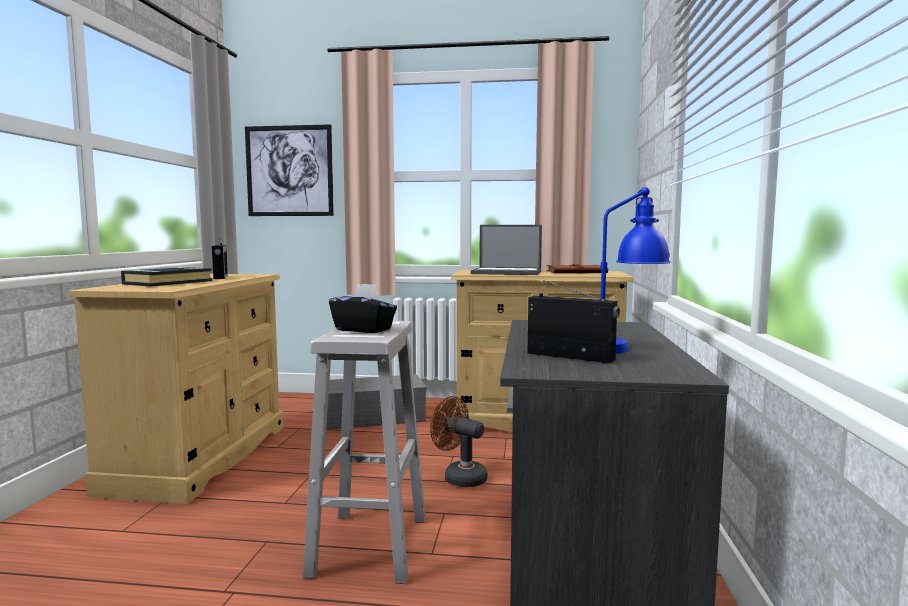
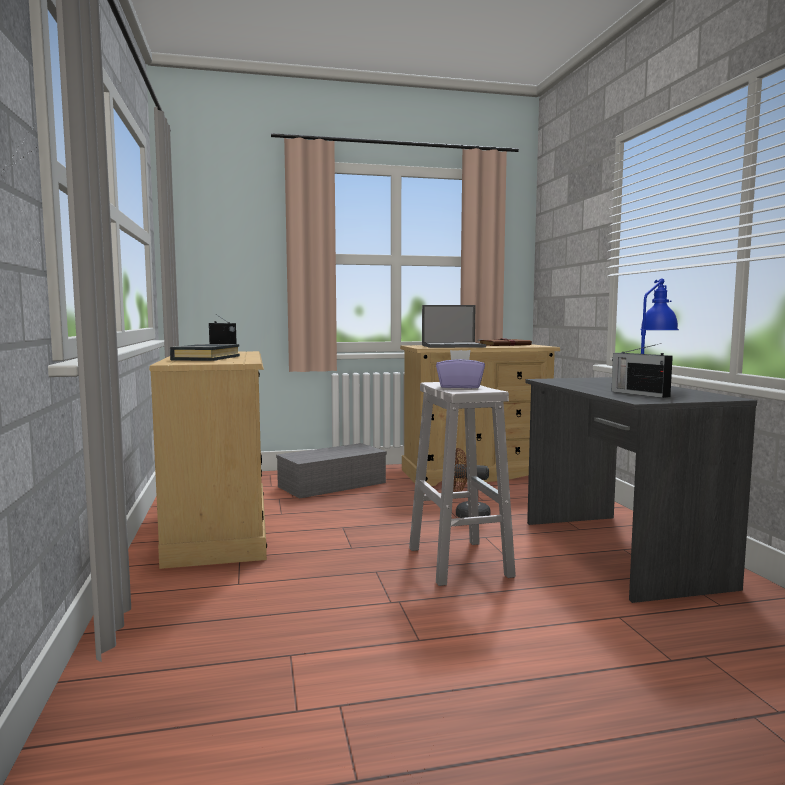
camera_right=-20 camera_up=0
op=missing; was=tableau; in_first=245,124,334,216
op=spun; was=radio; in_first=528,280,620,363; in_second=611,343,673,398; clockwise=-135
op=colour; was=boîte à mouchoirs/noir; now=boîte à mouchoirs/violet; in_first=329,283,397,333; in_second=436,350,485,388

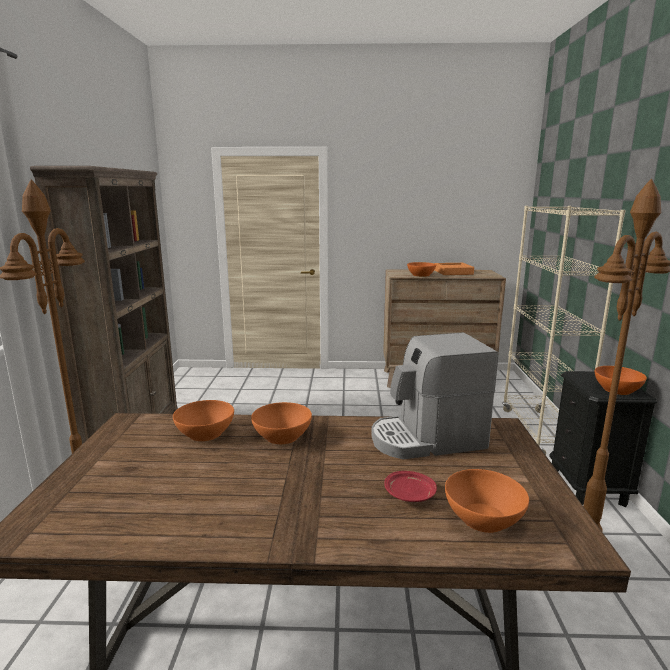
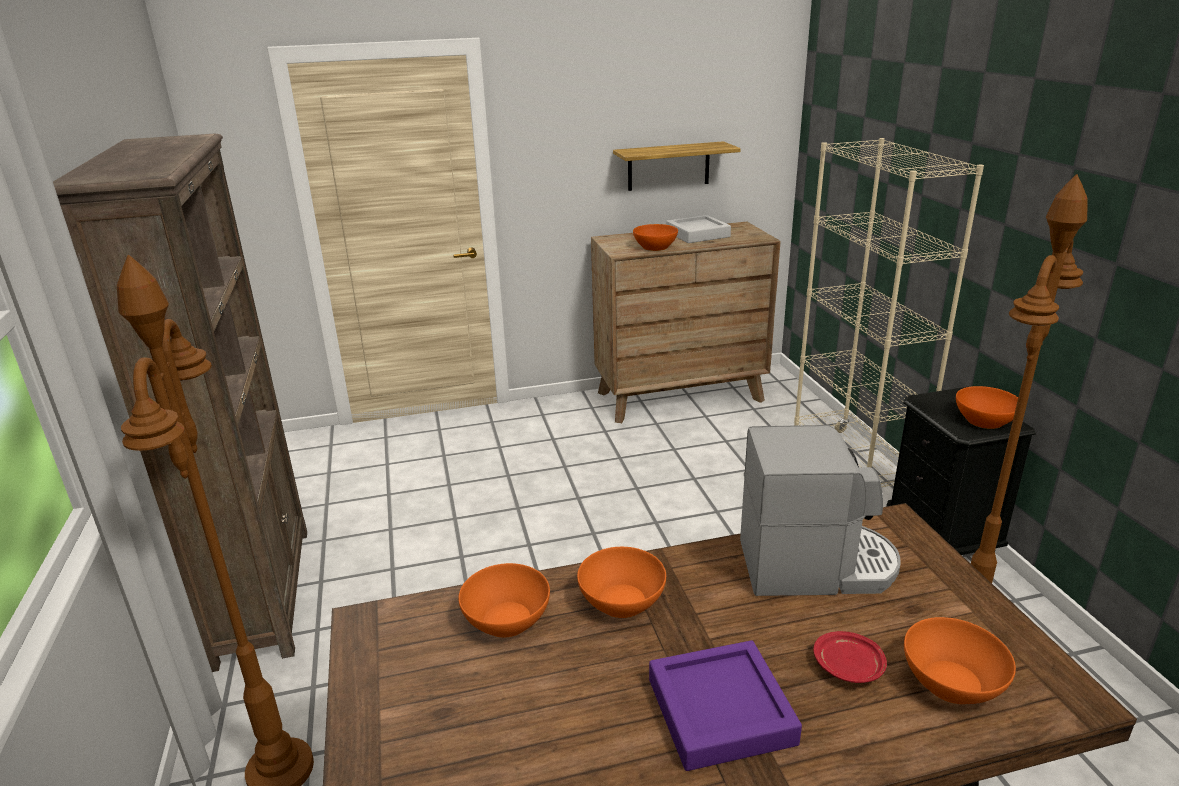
camera_right=-15 camera_up=10
op=colour; was=plateau/orange; now=plateau/gris; in_first=434,263,474,275; in_second=666,215,731,243
op=spun; was=machine à café; in_first=371,332,498,459; in_second=740,425,901,596; clockwise=-150
op=appeared; now=étagère; in_second=613,141,741,191
op=appeared; now=plateau/violet; in_second=649,640,802,771

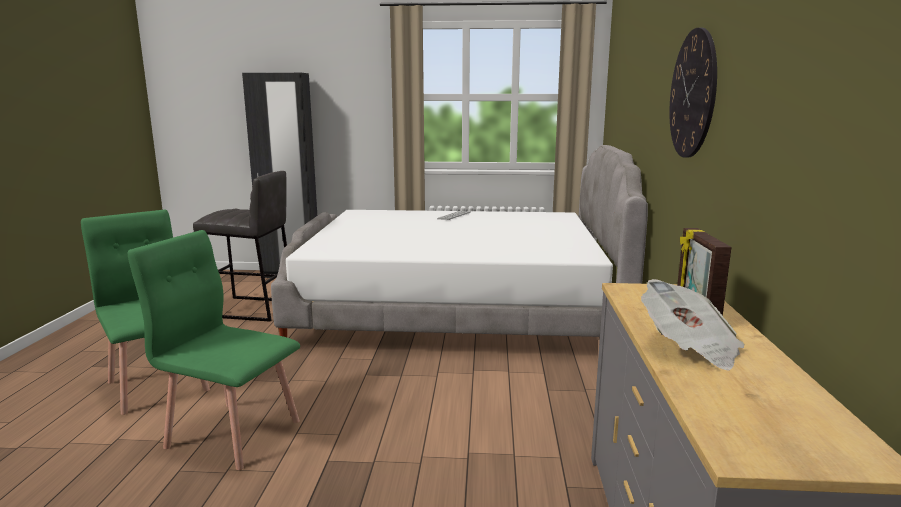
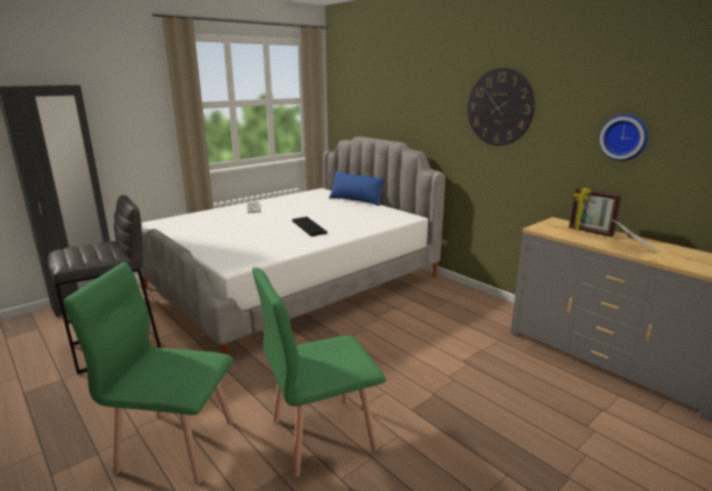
camera_right=-45 camera_up=5
op=appeared; now=horloge murale; in_second=599,114,648,161
op=appeared; now=coussin/bleu; in_second=329,170,385,206
op=appeared; now=clavier; in_second=292,216,327,237

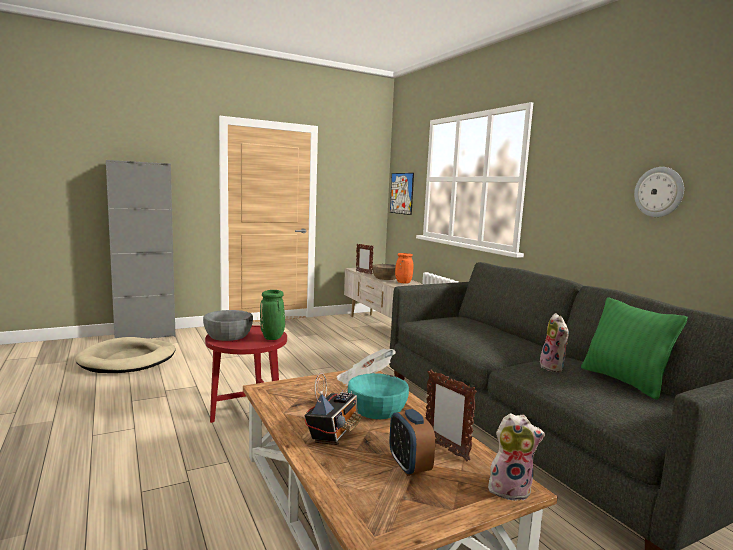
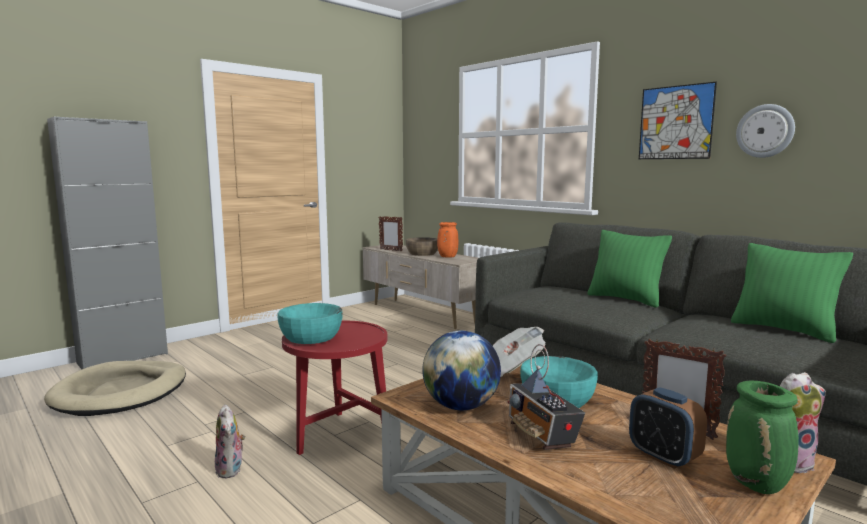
camera_right=-15 camera_up=0
op=relocated; was=tableau; in_first=390,173,414,215; in_second=639,82,717,159
op=relocated; was=vase/vert; in_first=260,290,285,340; in_second=726,381,799,494
op=colour; was=bol/gris; now=bol/turquoise; in_first=203,310,253,341; in_second=277,303,343,344
op=relocated; was=peluche; in_first=540,313,569,372; in_second=215,404,245,479
op=spun; was=radio; in_first=304,373,362,445; in_second=508,344,585,450; clockwise=150
op=appeared; now=coussin/vert; in_second=587,230,672,308
op=appeared; now=globe; in_second=422,331,501,410

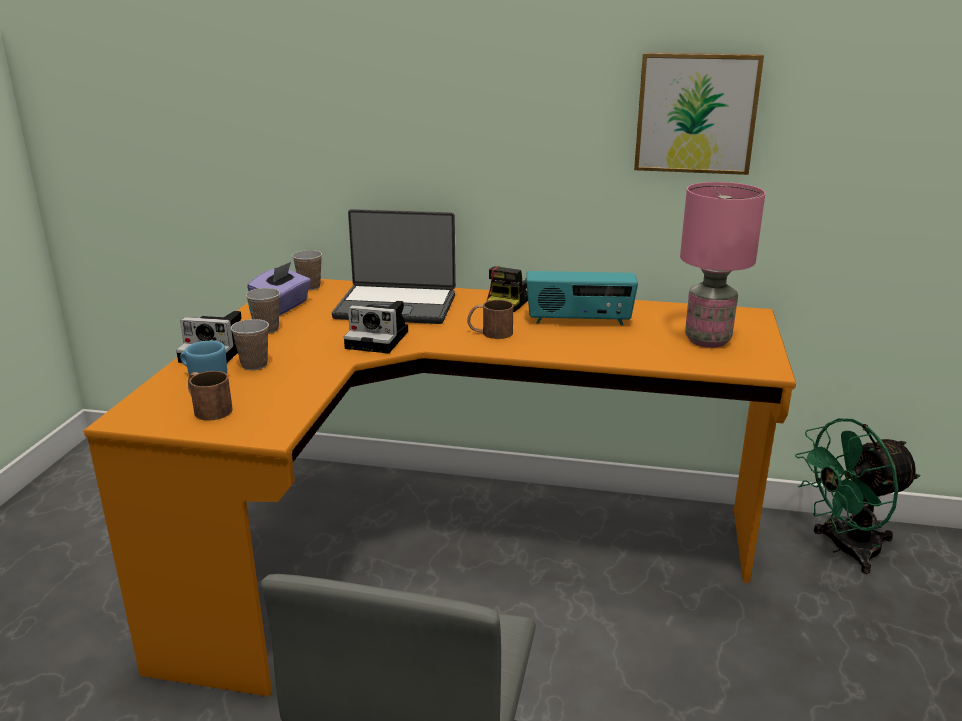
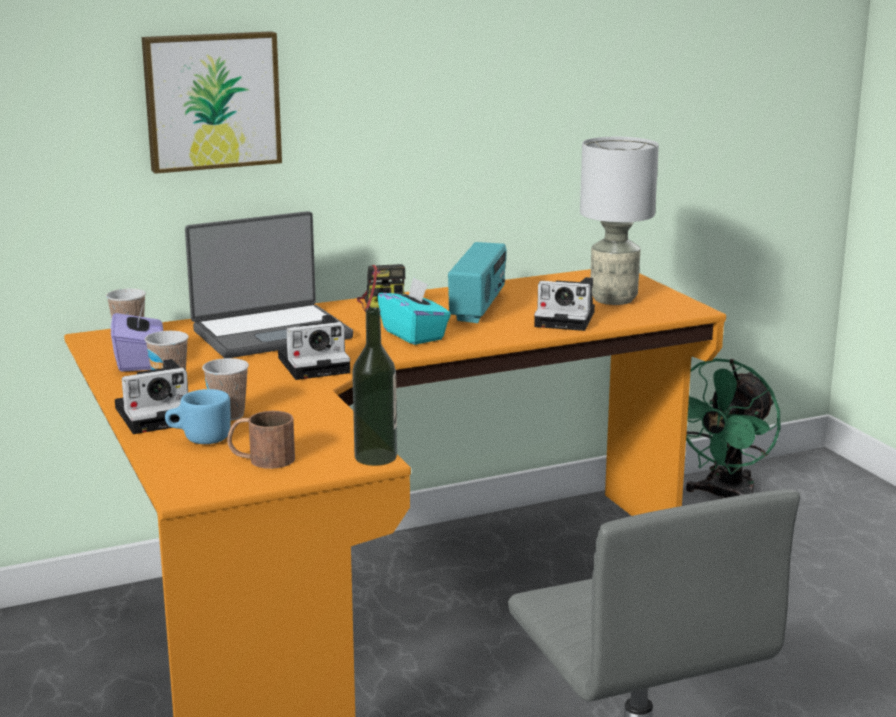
camera_right=-35 camera_up=-5
op=relocated; was=tableau; in_first=634,52,764,175; in_second=142,31,282,174
op=colour; was=lampe de table/rose; now=lampe de table/gris; in_first=680,182,765,348; in_second=580,137,659,305
op=spun; was=radio; in_first=526,271,638,325; in_second=448,242,507,323; clockwise=-45
op=exchanged; was=mug/marron; now=boîte à mouchoirs/turquoise; in_first=467,300,513,339; in_second=377,277,451,345
op=appeared; now=appareil photo; in_second=534,277,595,331
op=appeared; now=bouteille; in_second=352,307,397,466

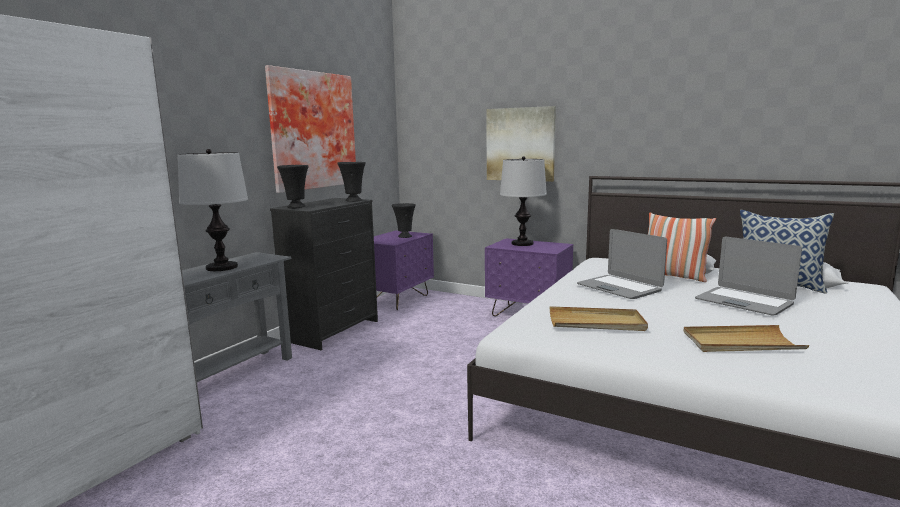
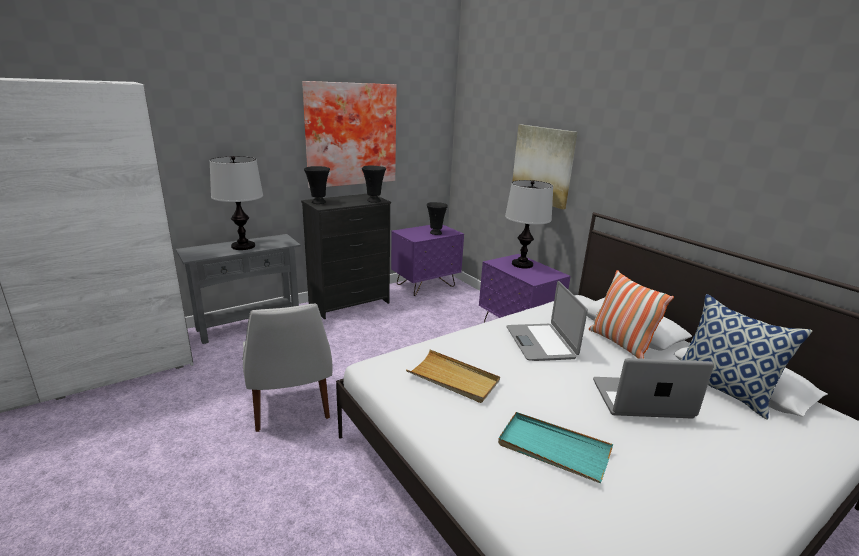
camera_right=25 camera_up=10
op=spun; was=ordinateur portable; in_first=695,237,802,316; in_second=593,358,714,418; clockwise=105
op=colour; was=plateau/beige; now=plateau/turquoise; in_first=684,325,810,352; in_second=498,412,613,484
op=appeared; now=chaise/blanc; in_second=242,304,333,432

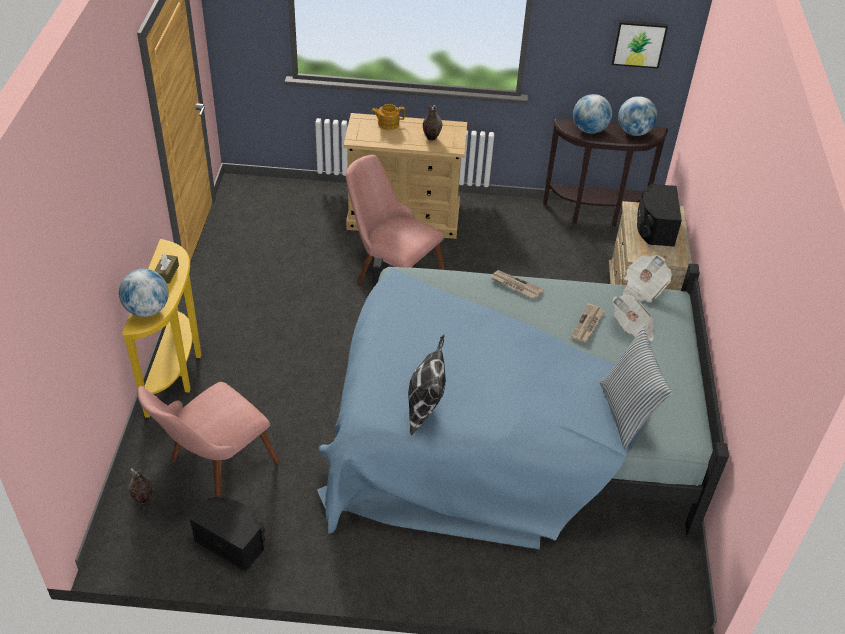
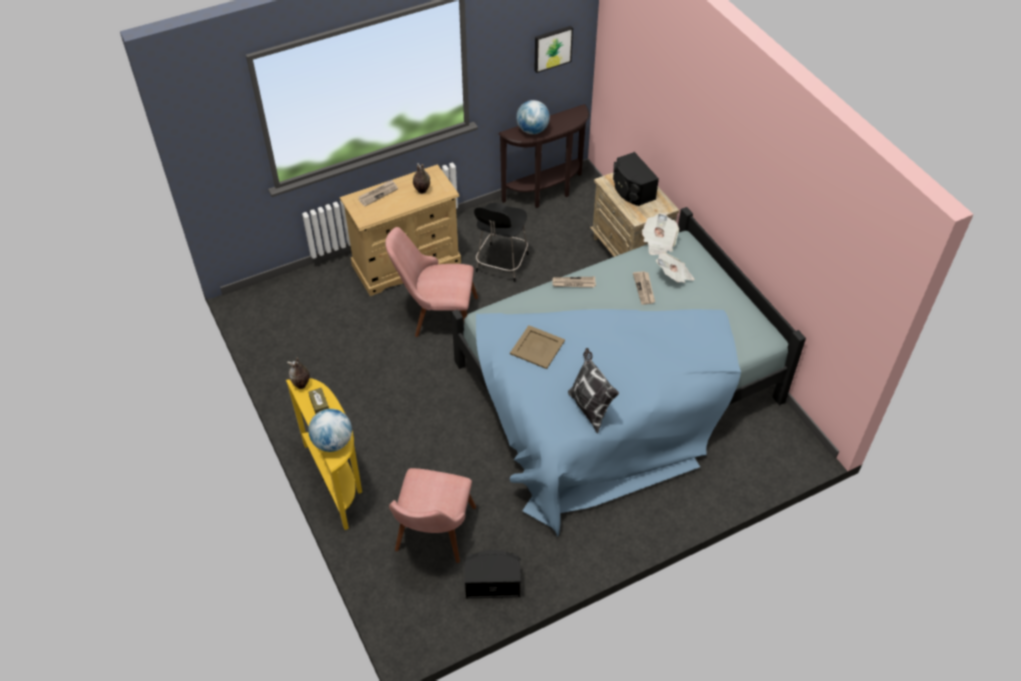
camera_right=-30 camera_up=5
op=missing; was=globe; in_first=618,96,658,136
op=exchanged; was=théière; now=journal; in_first=371,104,405,130; in_second=358,179,398,206
op=missing; was=coussin; in_first=600,327,672,449
op=relocated; was=vase; in_first=129,468,154,504; in_second=287,357,310,389
op=appeared; now=chaise/noir; in_second=474,203,528,282
op=appeared; now=plateau/beige; in_second=510,325,565,369

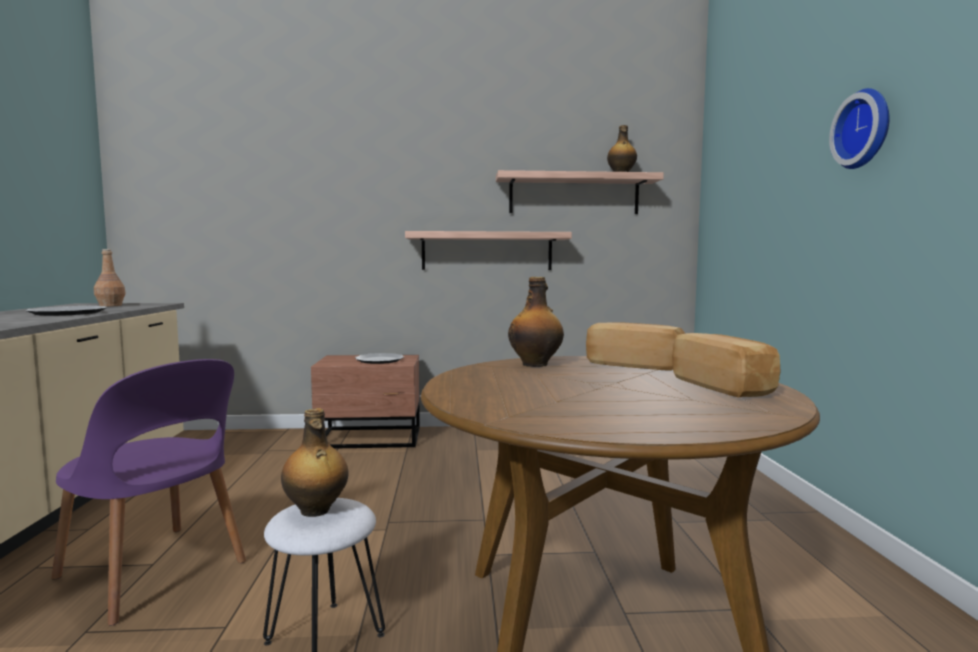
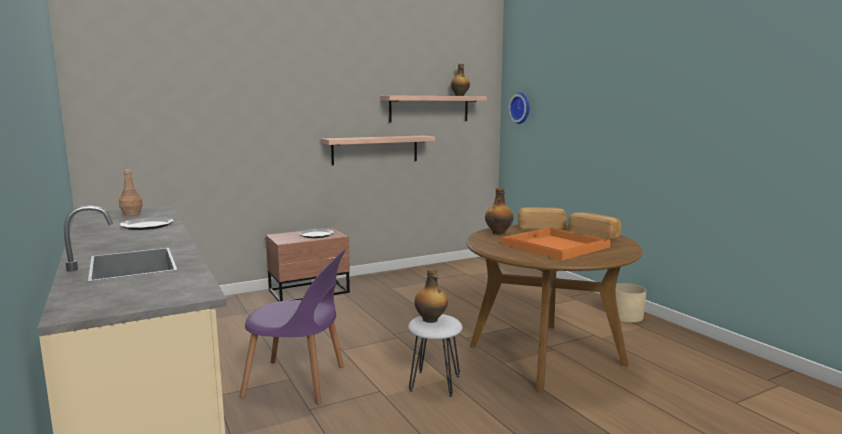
camera_right=-25 camera_up=5
op=relocated; was=horloge murale; in_first=829,88,890,169; in_second=508,93,530,124
op=appeared; now=plateau/orange; in_second=502,227,610,260
op=appeared; now=cache-pot/beige; in_second=616,283,647,323

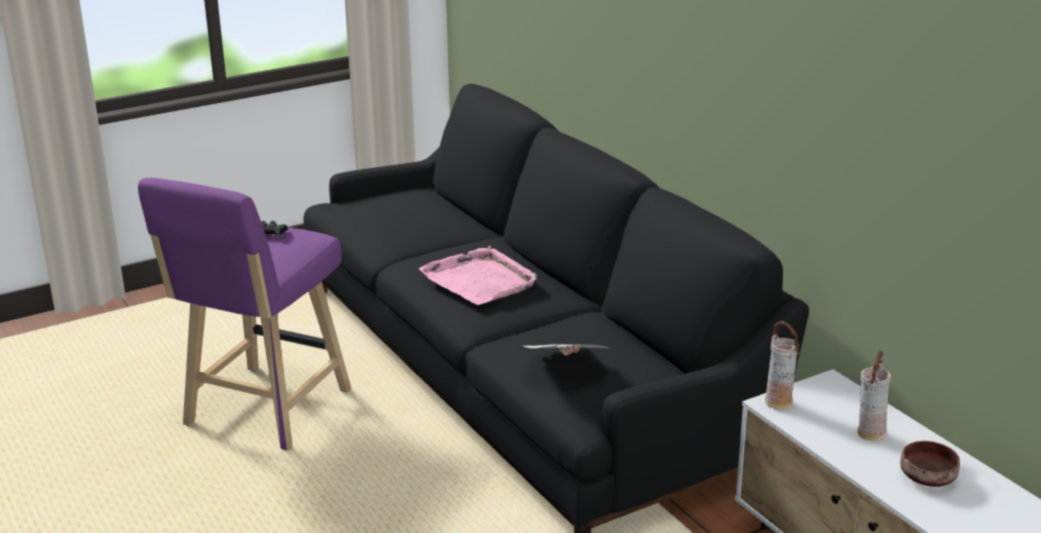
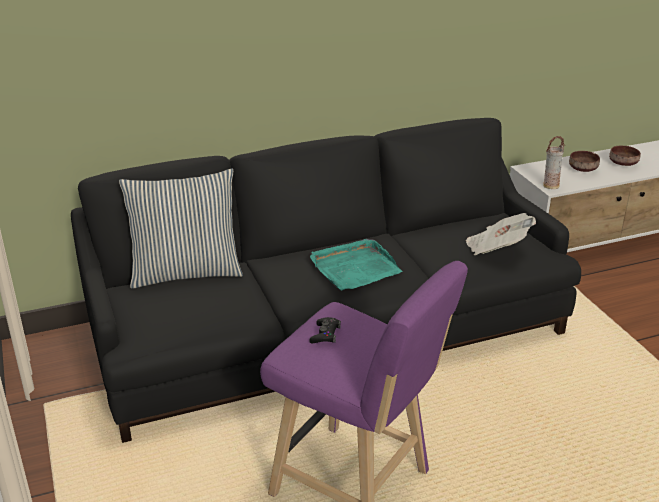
camera_right=-80 camera_up=5
op=colour; was=plateau/rose; now=plateau/turquoise; in_first=419,246,537,305; in_second=310,239,402,291
op=exchanged; was=vase; now=bol/marron; in_first=857,350,891,441; in_second=569,151,600,172
op=appeared; now=coussin; in_second=119,169,243,289

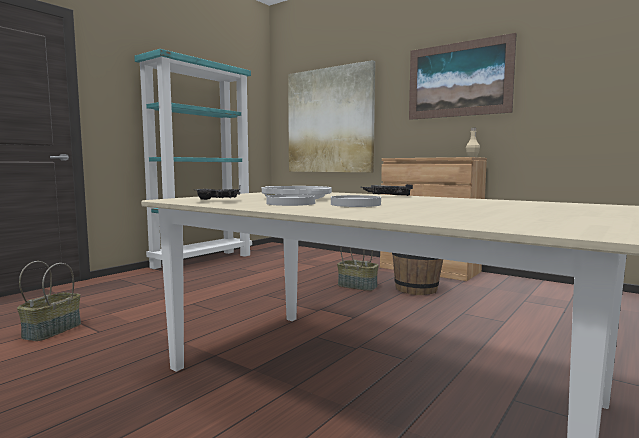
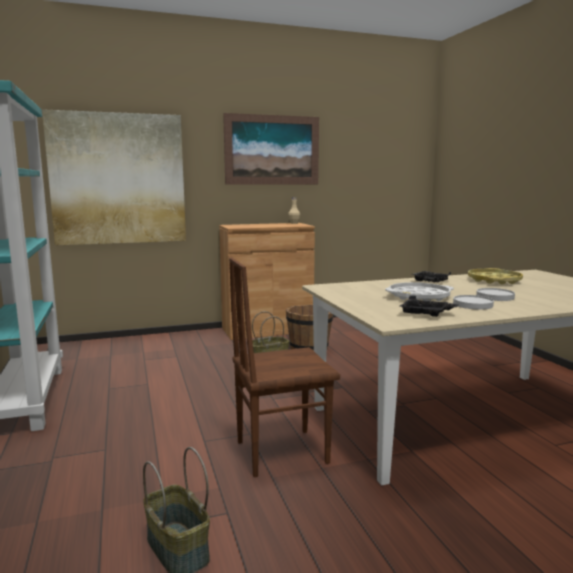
camera_right=-55 camera_up=5
op=appeared; now=chaise/marron; in_second=229,257,340,477
op=appeared; now=plateau/jaune; in_second=468,268,523,284

